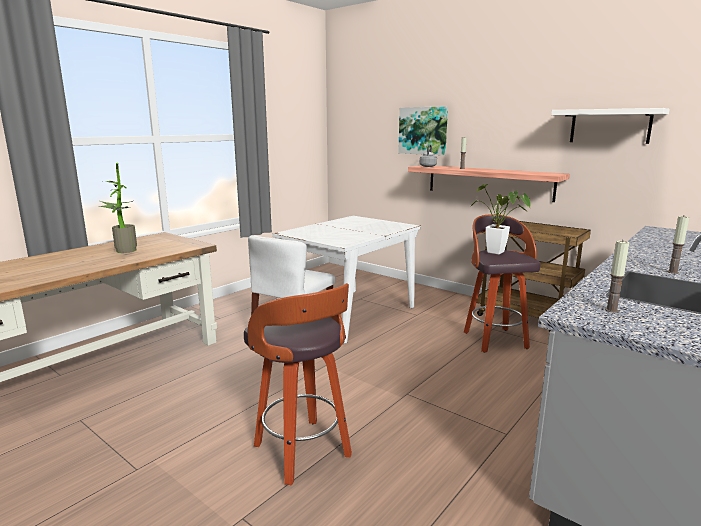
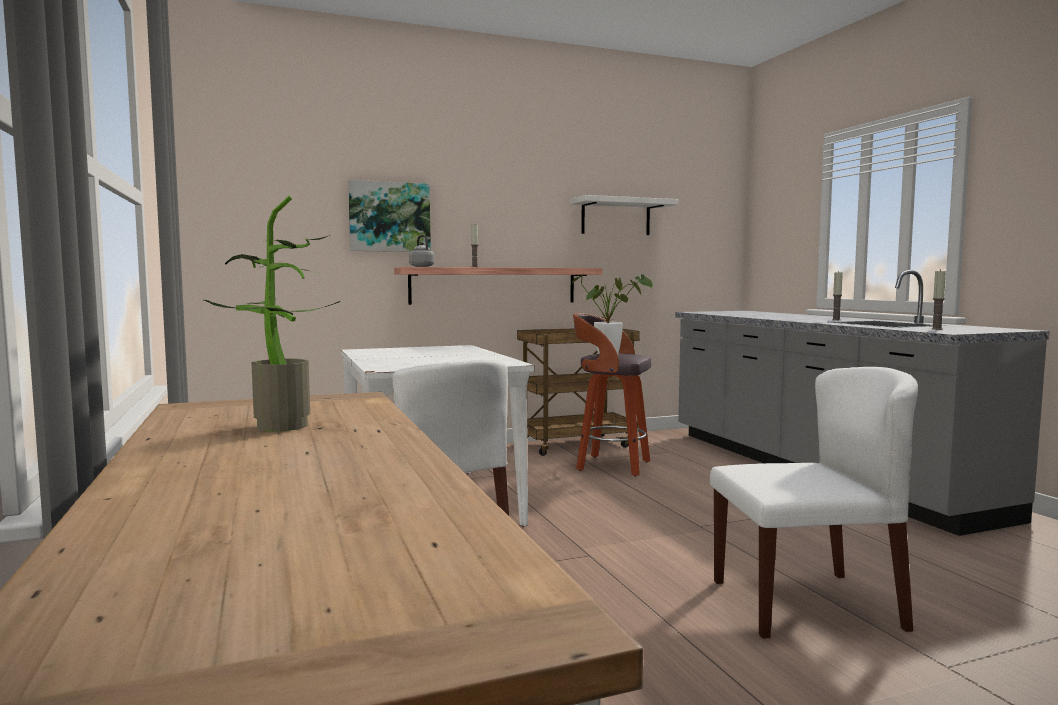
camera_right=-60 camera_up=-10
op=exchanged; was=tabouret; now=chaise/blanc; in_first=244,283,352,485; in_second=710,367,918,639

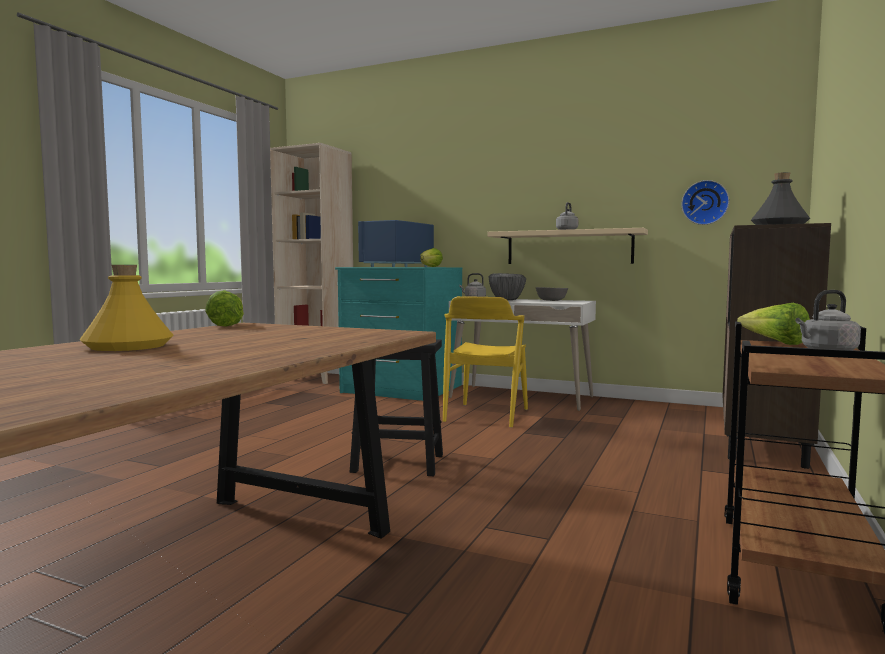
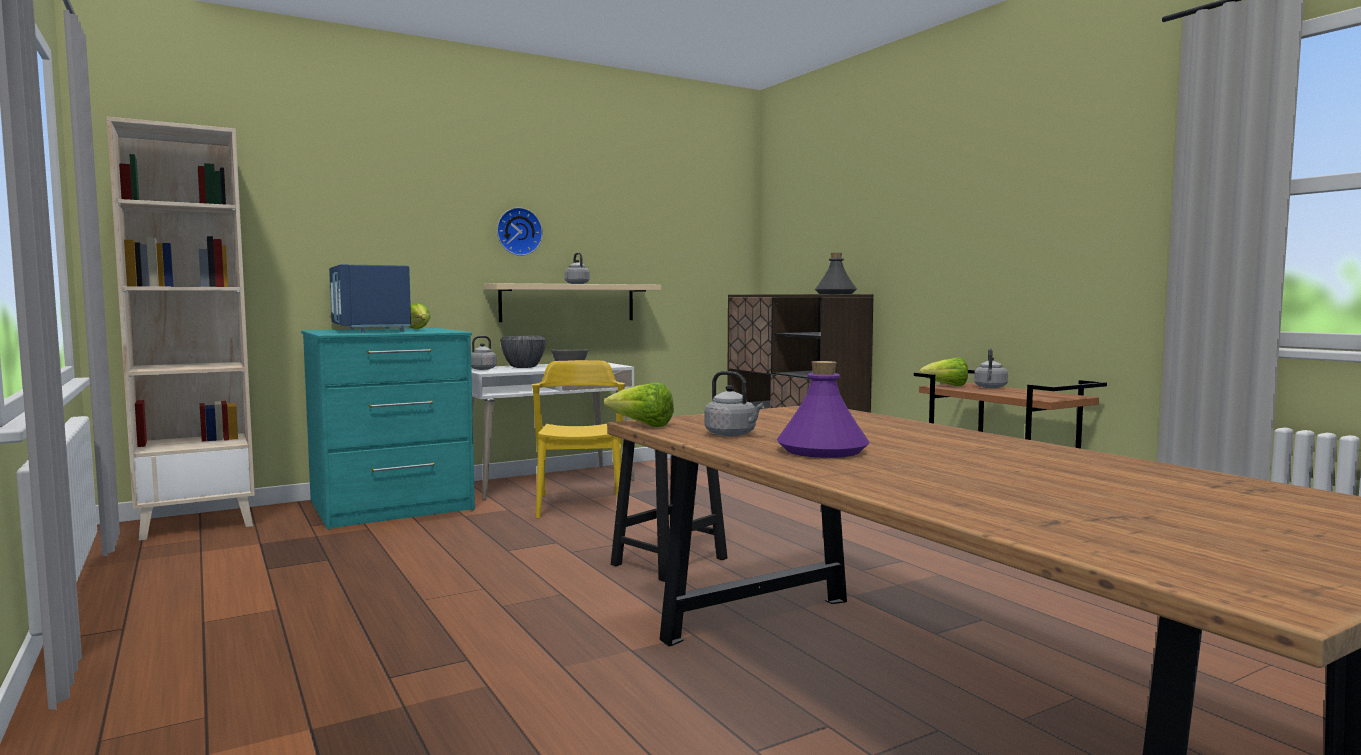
camera_right=-55 camera_up=0
op=relocated; was=horloge murale; in_first=681,180,729,225; in_second=497,207,543,256
op=colour; was=bouteille/jaune; now=bouteille/violet; in_first=79,265,174,351; in_second=776,361,869,458
op=spun; was=chaise/jaune; in_first=443,296,528,428; in_second=532,360,625,519; clockwise=-150
op=appeared; now=bouilloire/gris; in_second=705,371,764,436

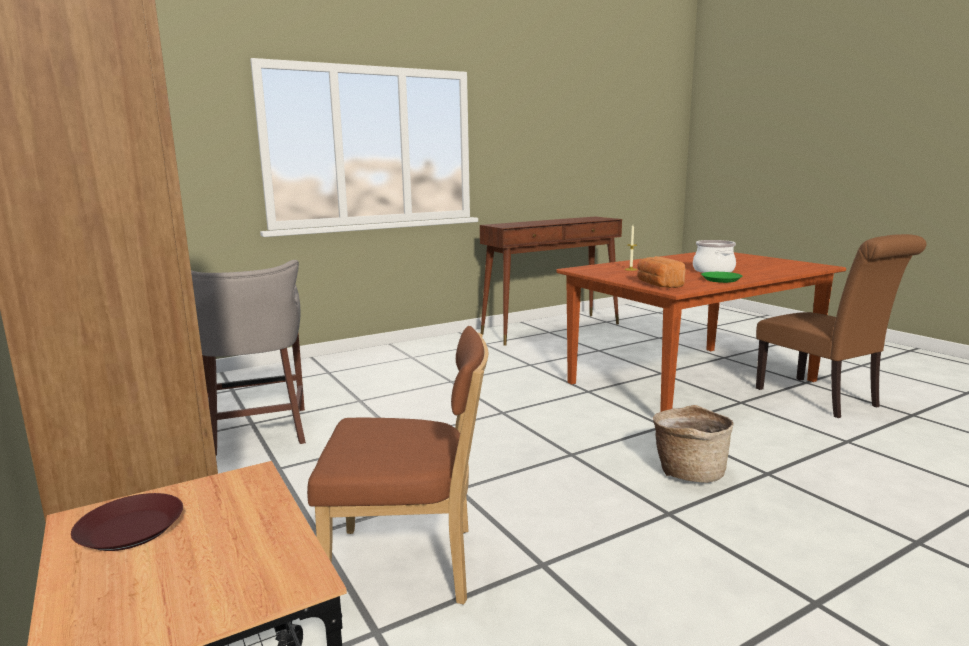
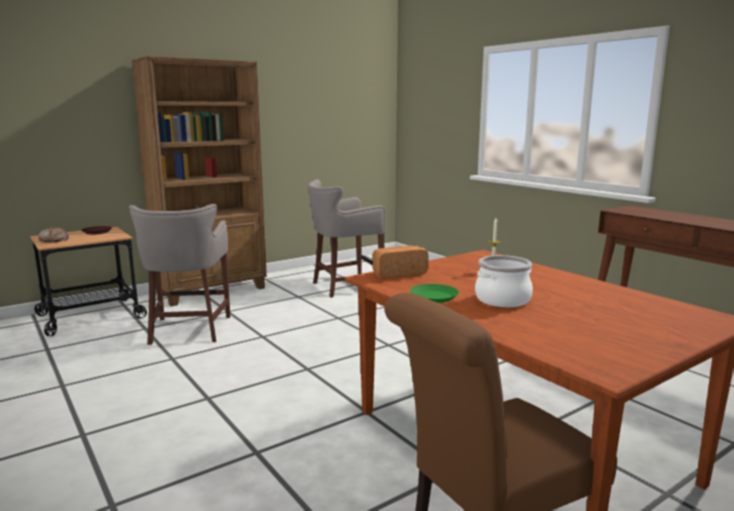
camera_right=85 camera_up=0
op=exchanged; was=chaise/marron; now=tabouret/gris; in_first=307,326,488,605; in_second=129,204,230,345
op=missing; was=panier; in_first=653,405,734,483
op=appeared; now=pain; in_second=38,227,69,243

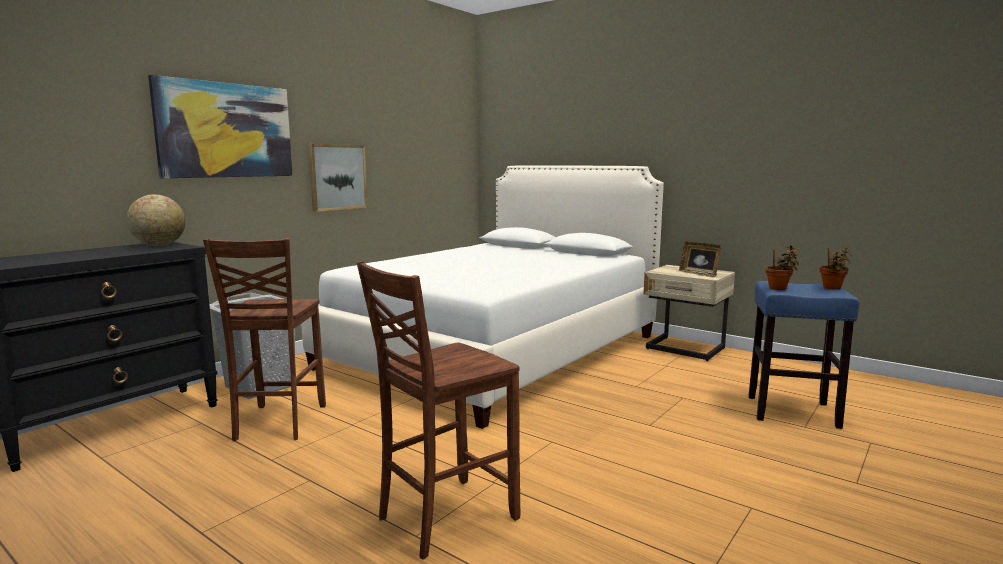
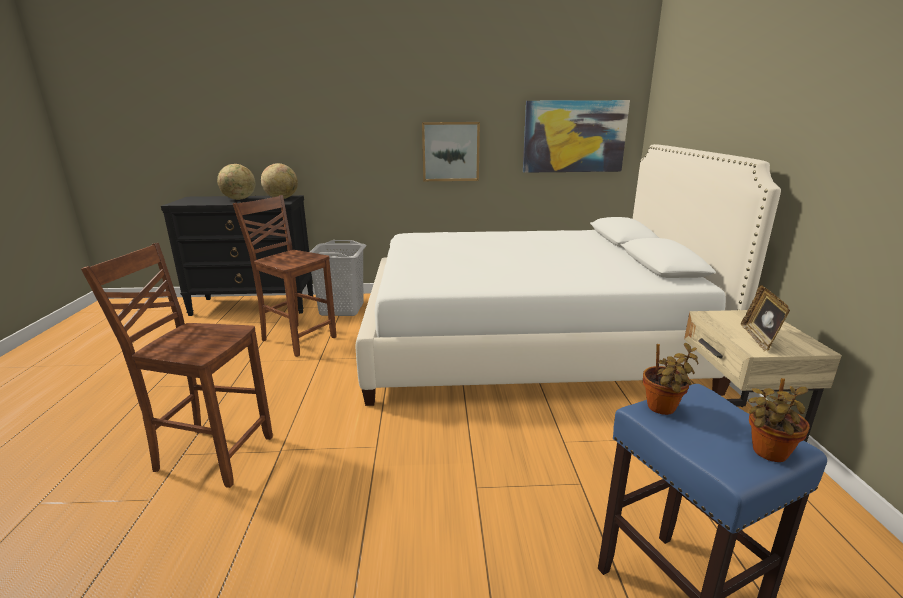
camera_right=50 camera_up=10
op=relocated; was=tableau; in_first=148,75,293,178; in_second=523,100,630,173
op=spun; was=chaise/marron; in_first=203,238,326,441; in_second=233,195,337,357; clockwise=75
op=appeared; now=globe; in_second=217,164,255,200

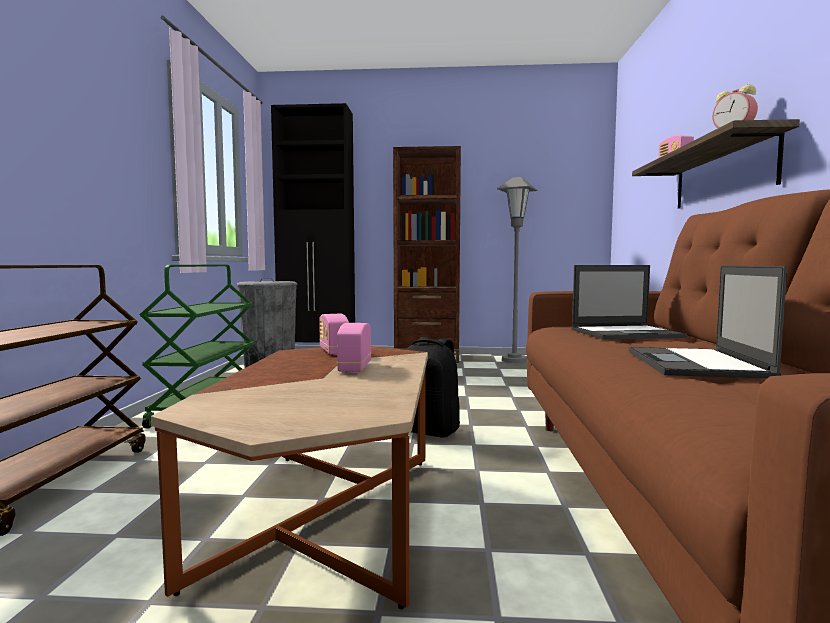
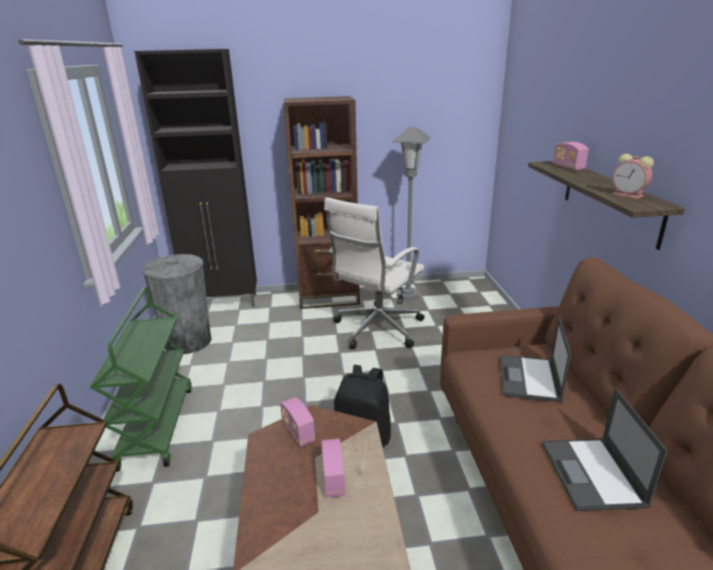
camera_right=-10 camera_up=20
op=spun; was=ordinateur portable; in_first=571,265,687,340; in_second=500,316,571,403; clockwise=120
op=appeared; now=chaise de bureau/blanc; in_second=324,197,424,349

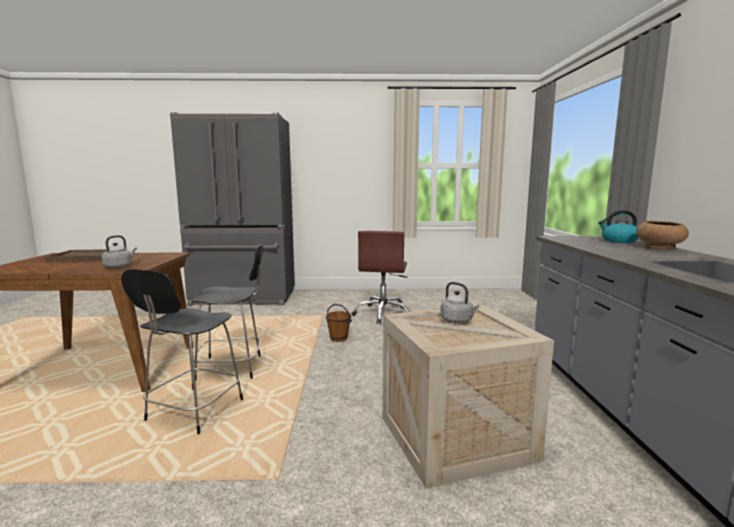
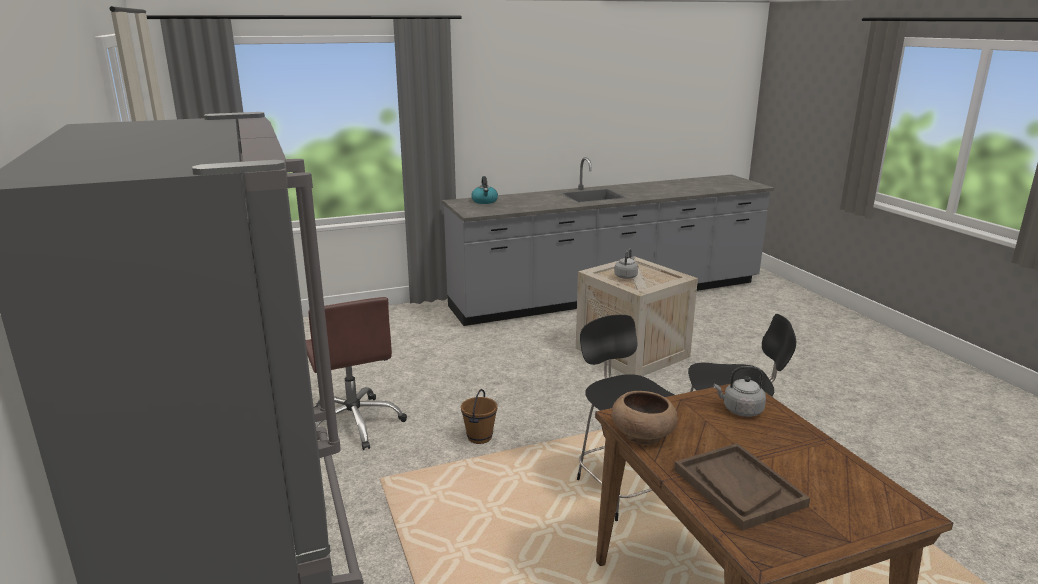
camera_right=-110 camera_up=10
op=relocated; was=bol/marron; in_first=636,221,689,250; in_second=612,391,678,445
op=spun; was=chaise de bureau/marron; in_first=352,231,410,324; in_second=306,297,407,450; clockwise=75

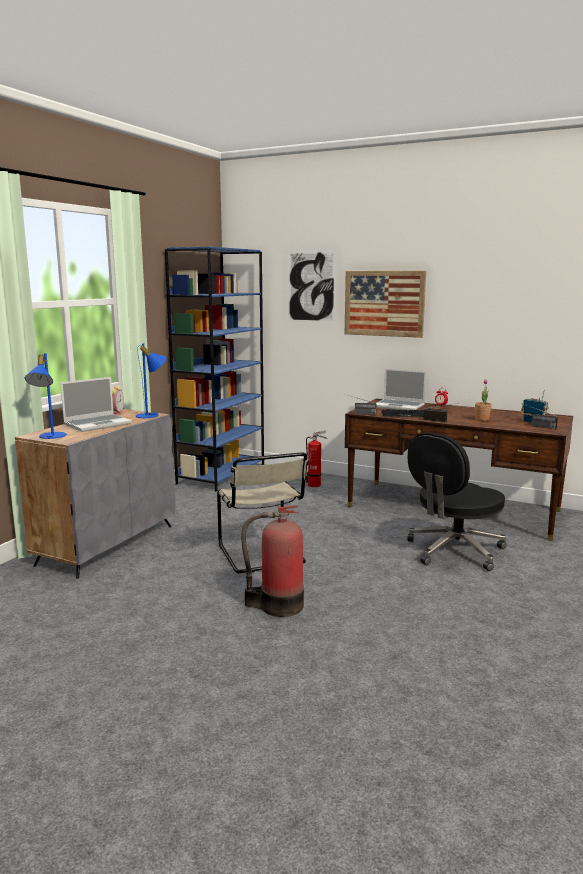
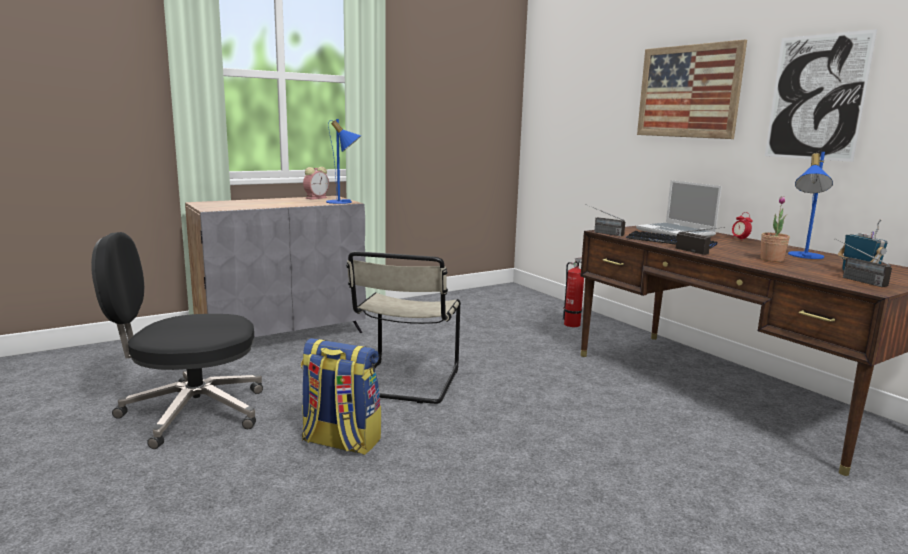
camera_right=30 camera_up=0
op=missing; was=bibliothèque/bleu; in_first=165,247,264,491
op=relocated; was=tableau; in_first=288,250,336,323; in_second=765,29,877,162
op=relocated; was=lampe de table/bleu; in_first=25,353,66,439; in_second=788,152,833,259
op=missing; was=ordinateur portable; in_first=60,377,132,432
op=relocated; was=chaise de bureau/noir; in_first=407,432,506,571; in_second=91,232,263,449
op=exchanged; was=extincteur; now=sac à dos; in_first=241,505,304,617; in_second=301,338,381,455

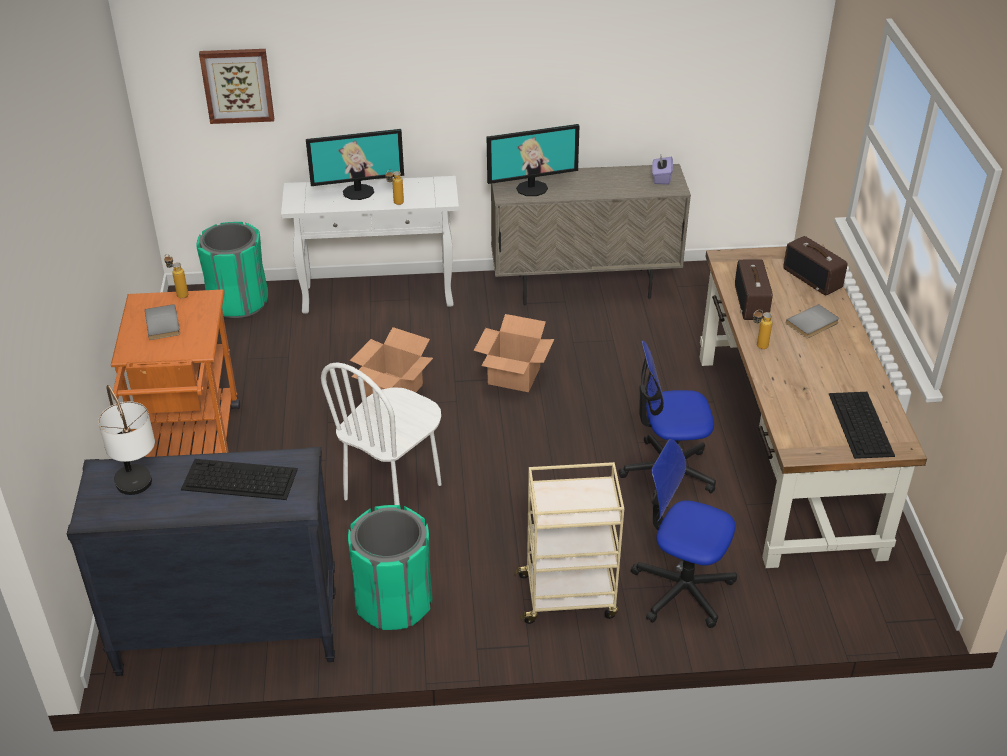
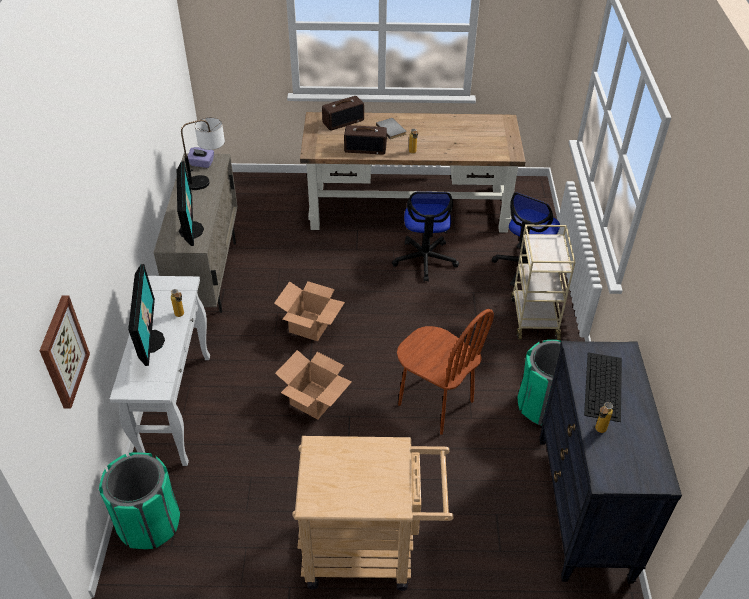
camera_right=-85 camera_up=5
op=relocated; was=bouteille; in_first=164,254,188,299; in_second=595,402,613,433
op=colour; was=chariot/orange; now=chariot/beige; in_first=111,289,240,457; in_second=292,436,453,591
op=missing; was=livre/gris; in_first=145,304,180,340
op=colour; was=chaise/blanc; now=chaise/marron; in_first=321,362,442,505; in_second=397,309,494,435
op=relocated; was=lampe de table; in_first=98,385,155,495; in_second=181,117,225,190
op=missing; was=clavier; in_first=829,392,895,459

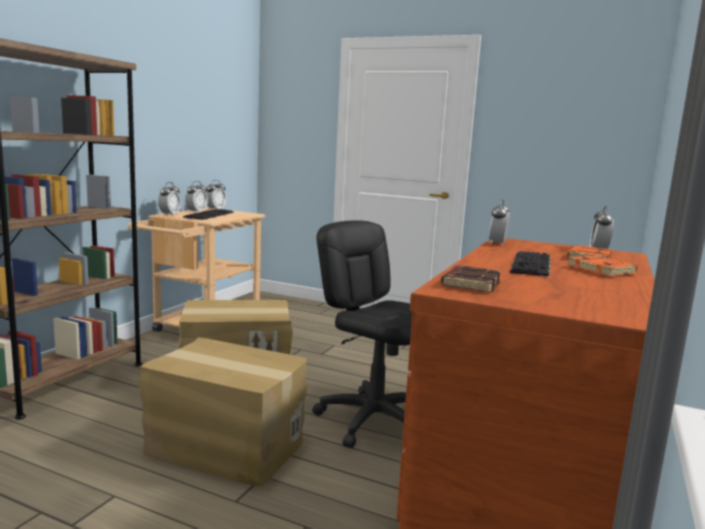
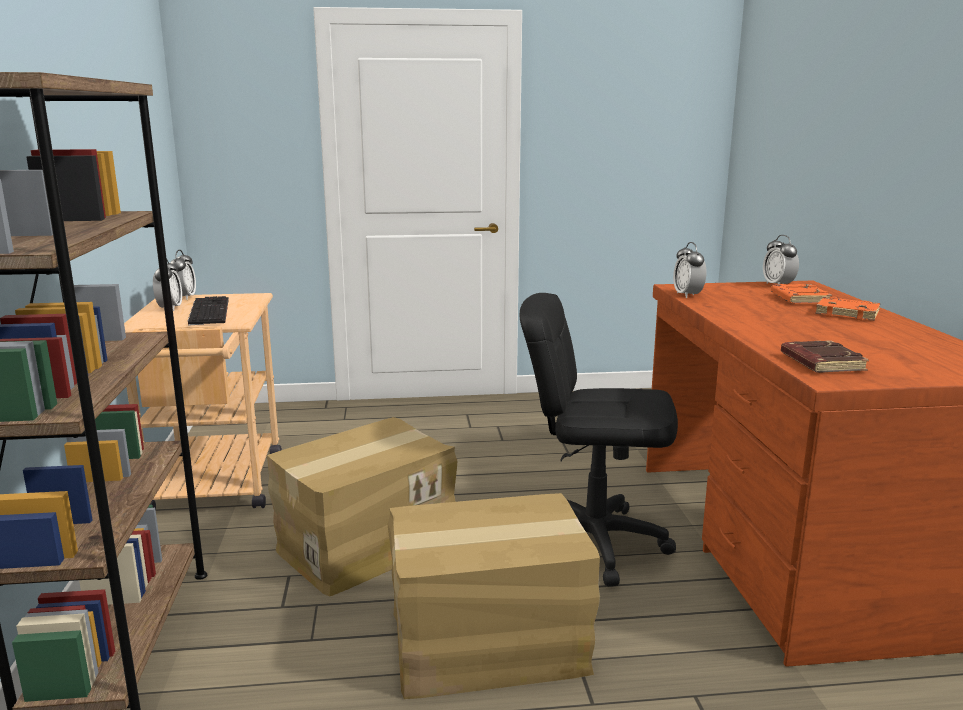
camera_right=-30 camera_up=5
op=missing; was=réveil; in_first=158,182,181,216
op=missing; was=clavier; in_first=510,251,551,277

